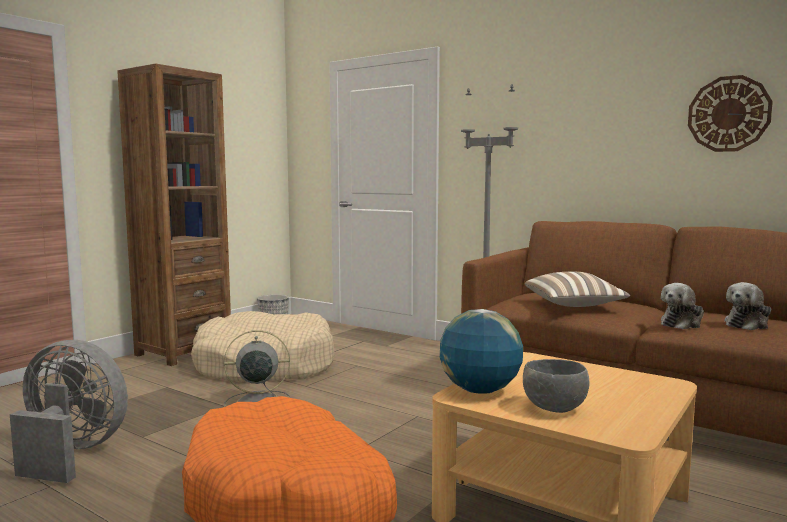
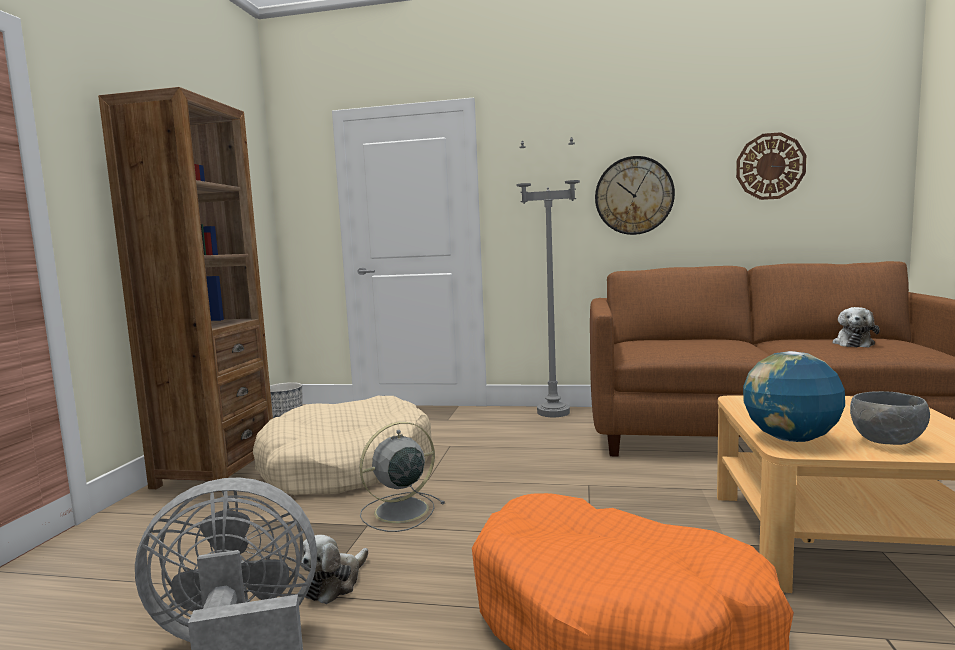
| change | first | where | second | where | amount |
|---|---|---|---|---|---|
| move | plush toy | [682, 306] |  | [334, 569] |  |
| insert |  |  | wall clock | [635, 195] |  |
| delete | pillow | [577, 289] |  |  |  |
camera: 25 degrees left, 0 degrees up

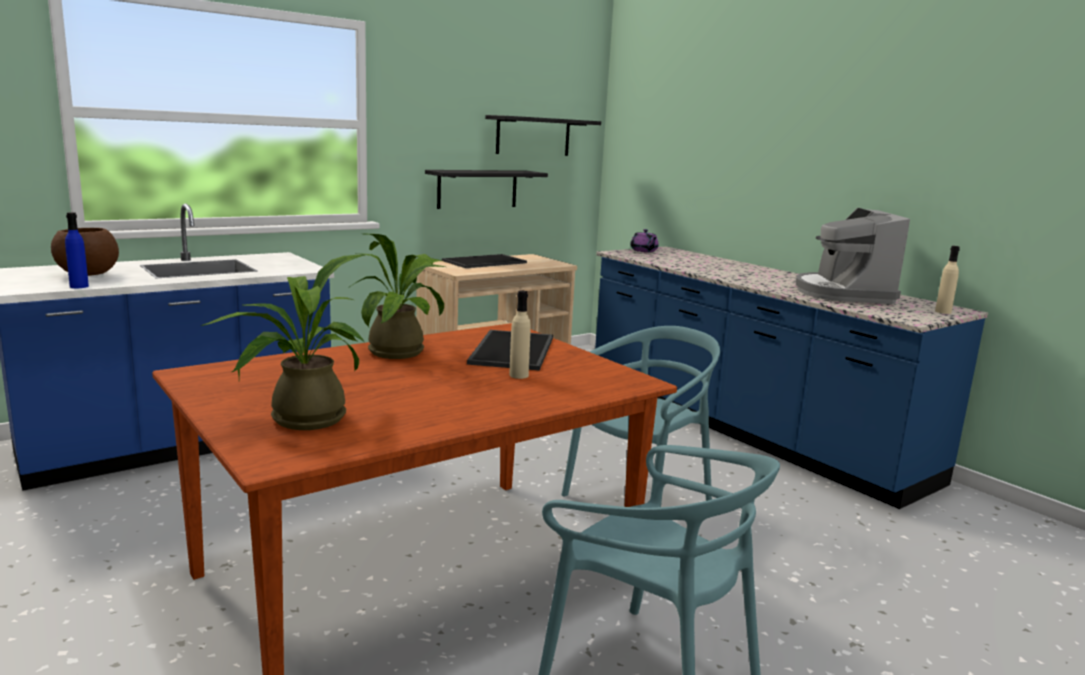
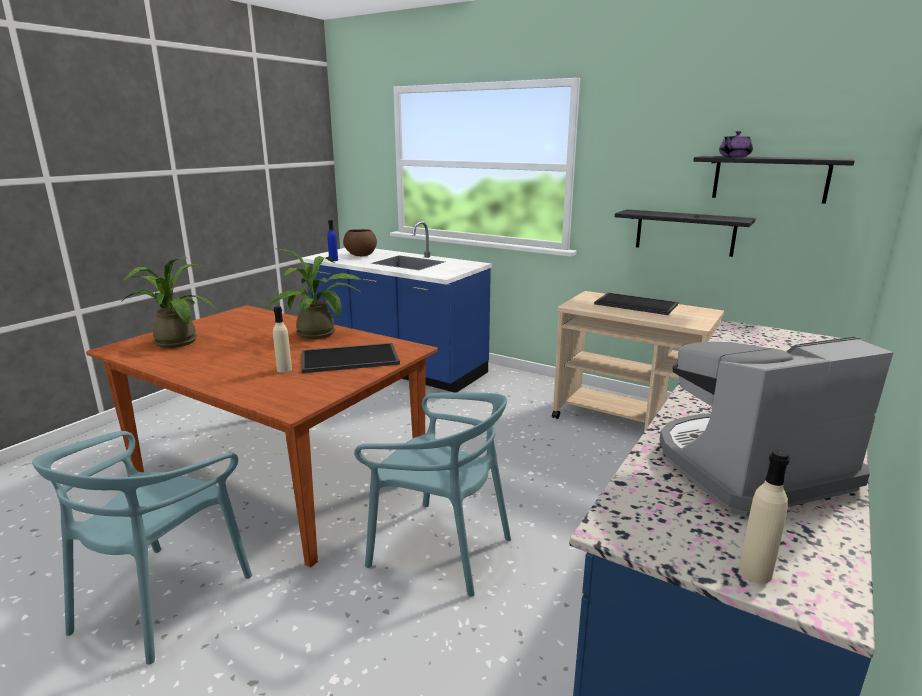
| change | first | where | second | where | amount |
|---|---|---|---|---|---|
| move | teapot/purple | [645, 240] |  | [736, 144] |  |
camera: 70 degrees right, 5 degrees up

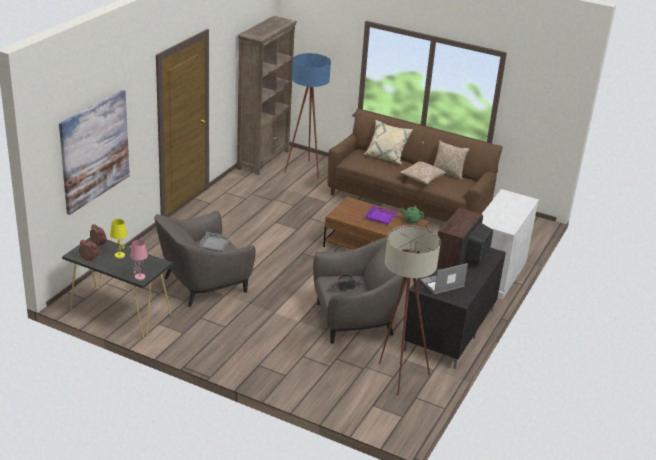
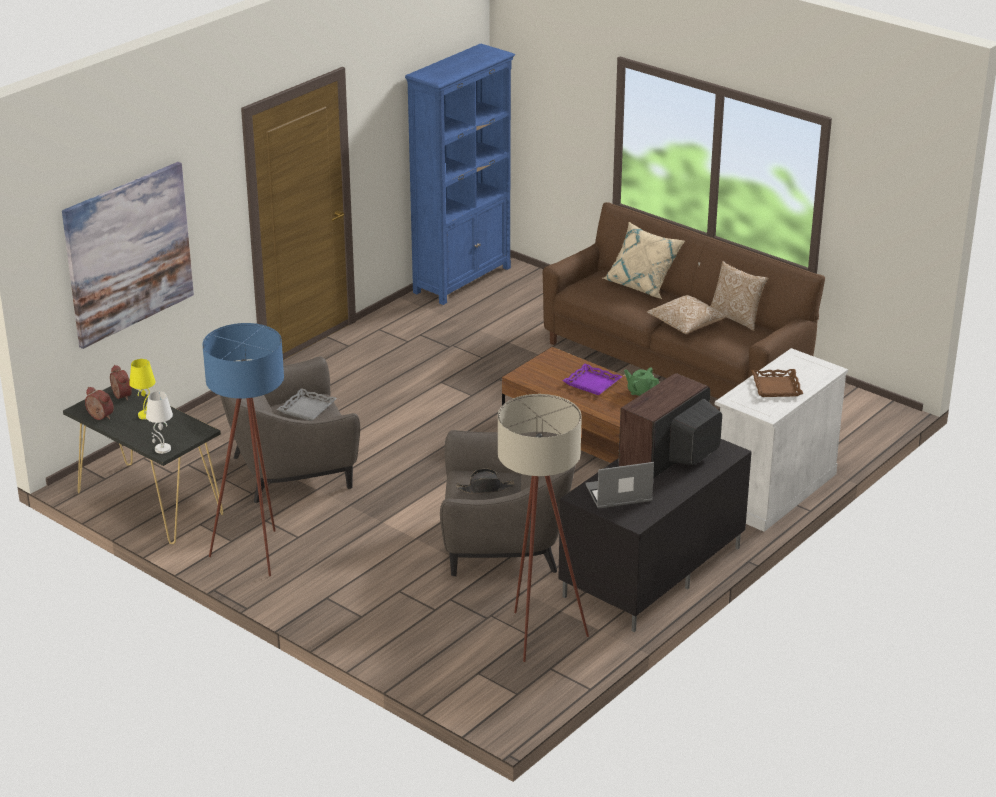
| change | first | where | second | where | amount |
|---|---|---|---|---|---|
| recolor | table lamp/pink | [139, 260] | table lamp/white | [159, 422] |  |
| move | floor lamp/blue | [307, 116] |  | [243, 449] |  |
| recolor | bookcase/brown | [267, 95] | bookcase/blue | [460, 174] |  |
| insert |  |  | tray/brown | [777, 383] |  |
camera: 15 degrees right, 0 degrees up

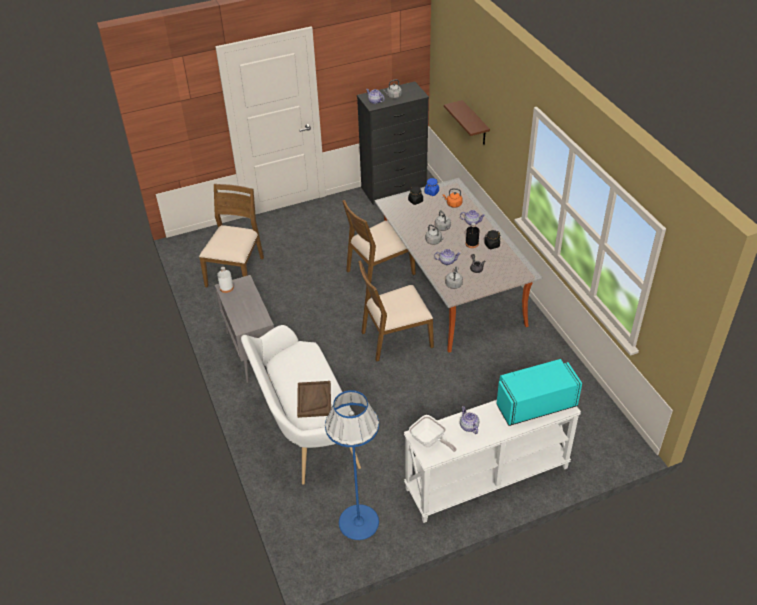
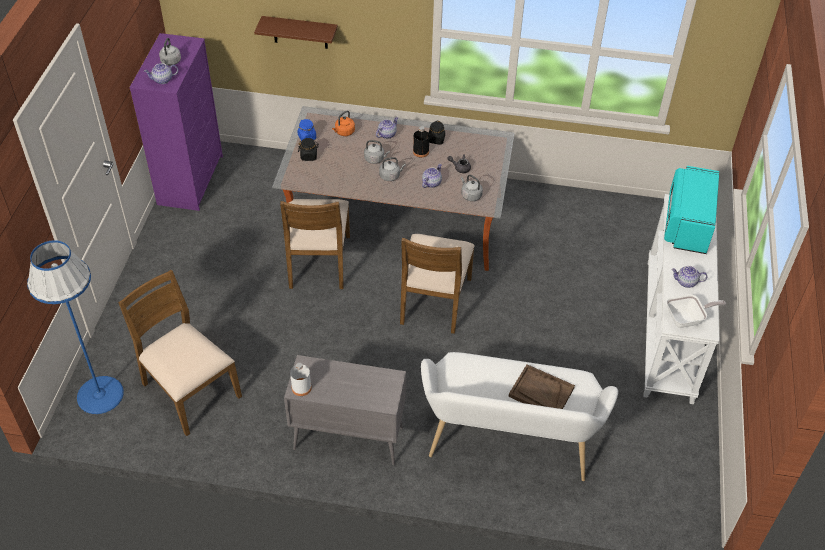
| change | first | where | second | where | amount |
|---|---|---|---|---|---|
| move | floor lamp/blue | [352, 465] |  | [75, 327] |  |
| recolor | dresser/black | [393, 143] | dresser/purple | [176, 122] |  |
camera: 60 degrees left, 5 degrees up

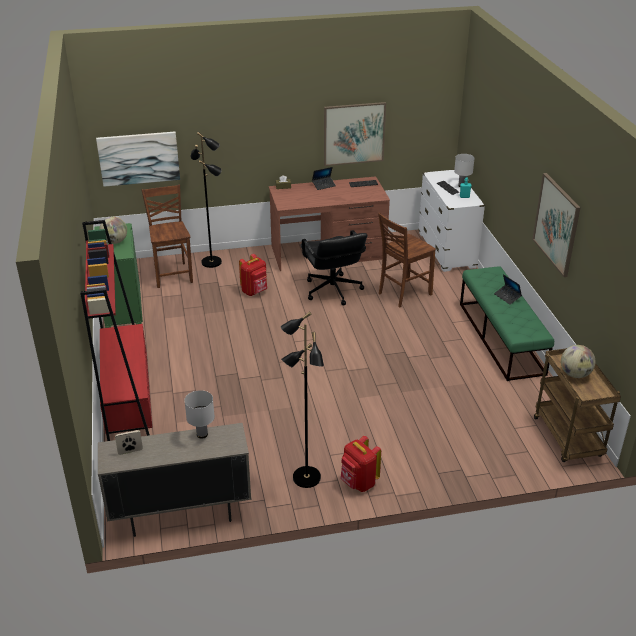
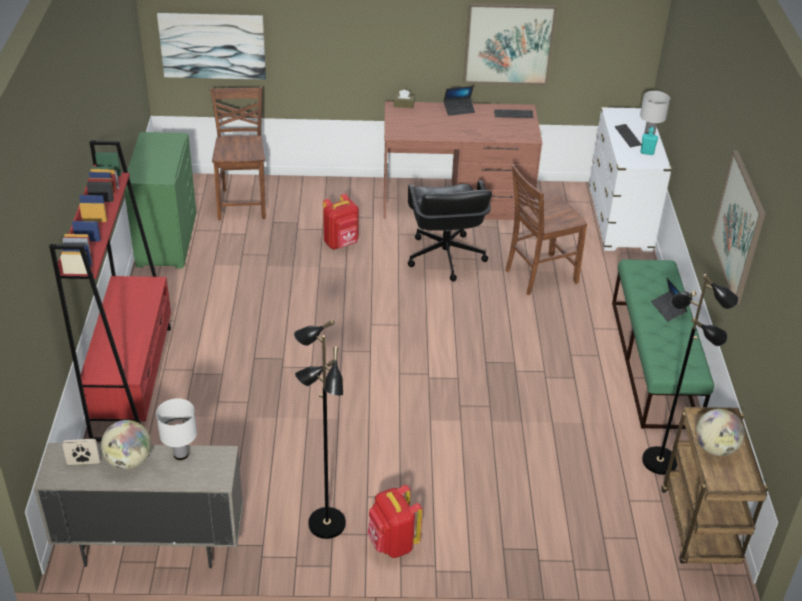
| change | first | where | second | where | amount |
|---|---|---|---|---|---|
| move | globe | [113, 230] |  | [126, 444] |  |
| move | floor lamp/black | [206, 200] |  | [690, 374] |  |
camera: 10 degrees right, 5 degrees up

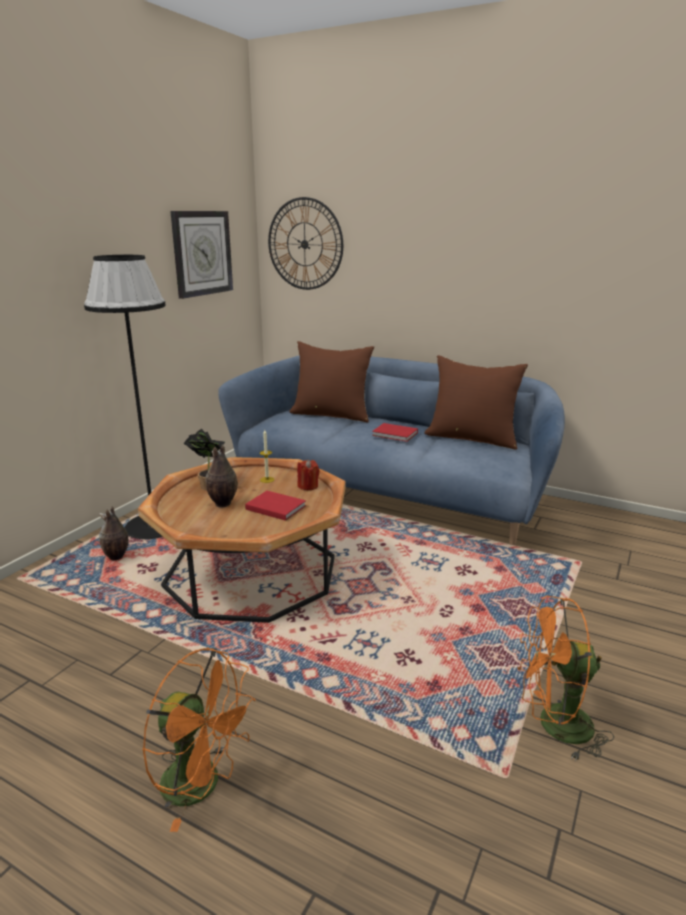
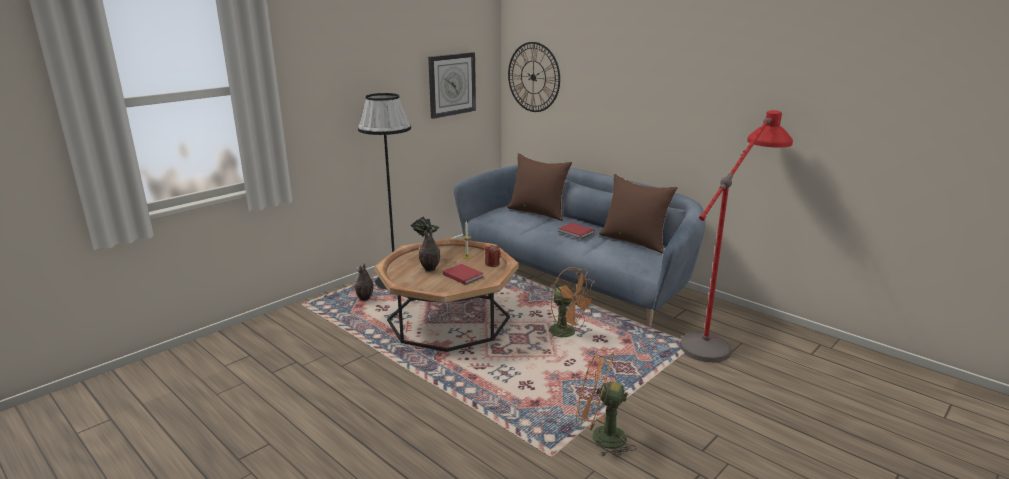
| change | first | where | second | where | amount |
|---|---|---|---|---|---|
| move | fan/orange | [199, 739] |  | [572, 302] |  |
| insert |  |  | floor lamp/red | [736, 236] |  |
camera: 15 degrees right, 0 degrees up

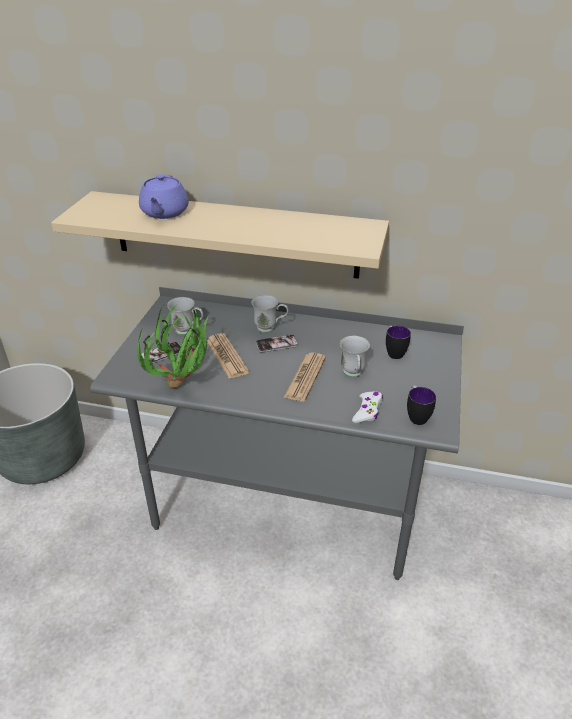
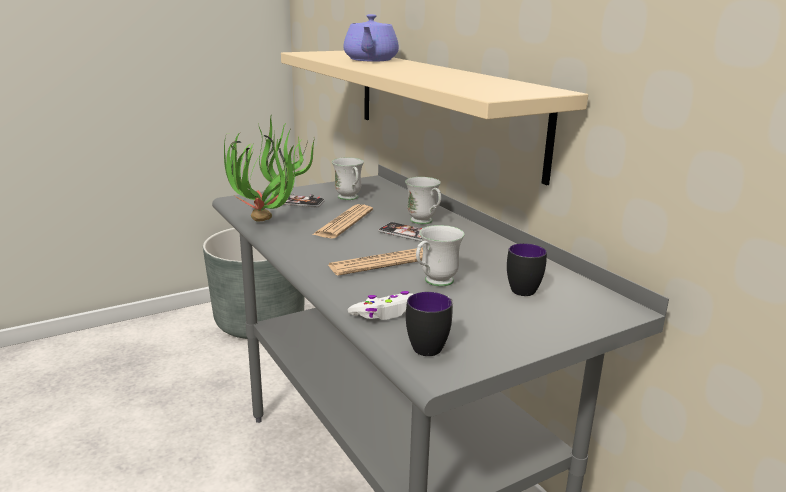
| change | first | where | second | where | amount |
|---|---|---|---|---|---|
| rotate | teapot/purple | [164, 196] |  | [371, 38] | 45 degrees counterclockwise |
camera: 45 degrees right, 15 degrees down

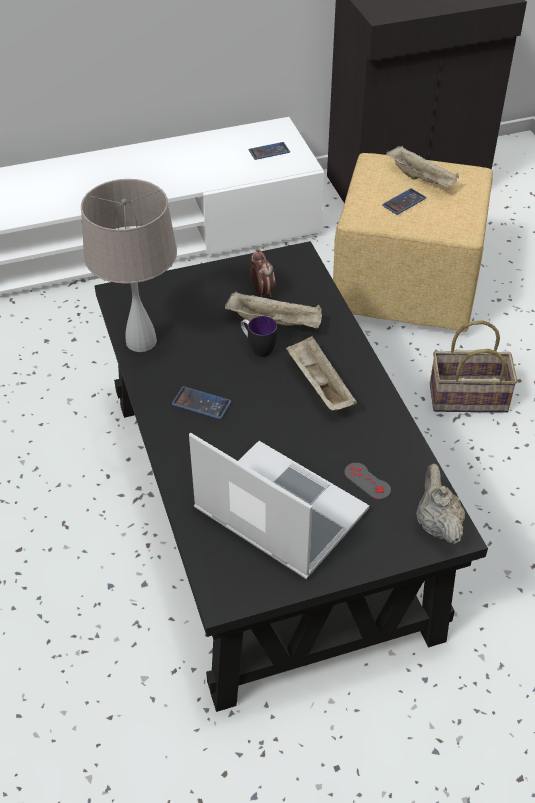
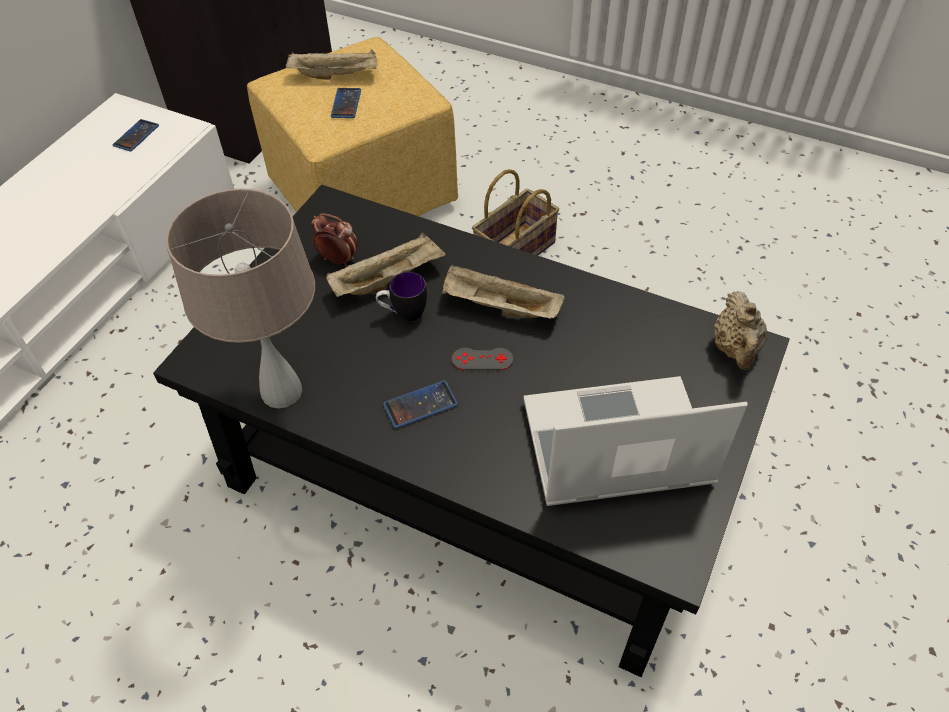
| change | first | where | second | where | amount |
|---|---|---|---|---|---|
| move | game controller/grey | [367, 481] |  | [482, 359] |  |
| rotate | teapot/beige | [440, 503] |  | [740, 330] | 120 degrees counterclockwise |
camera: 45 degrees left, 5 degrees up

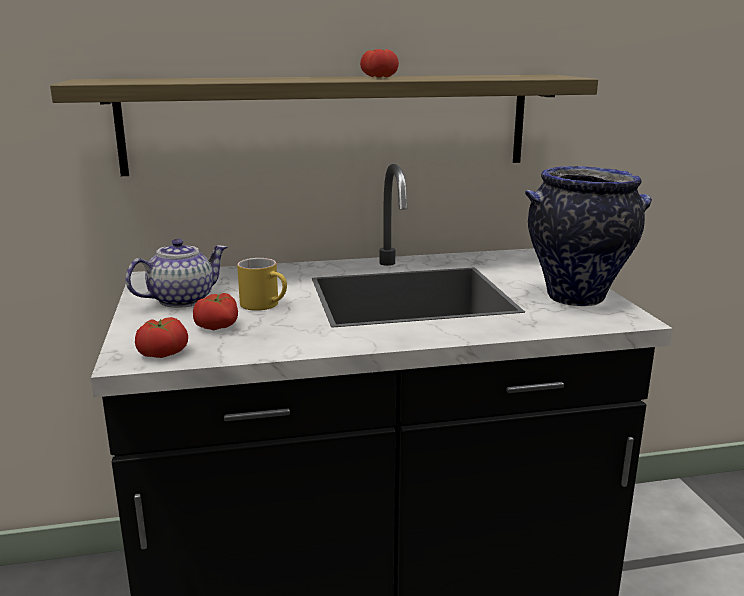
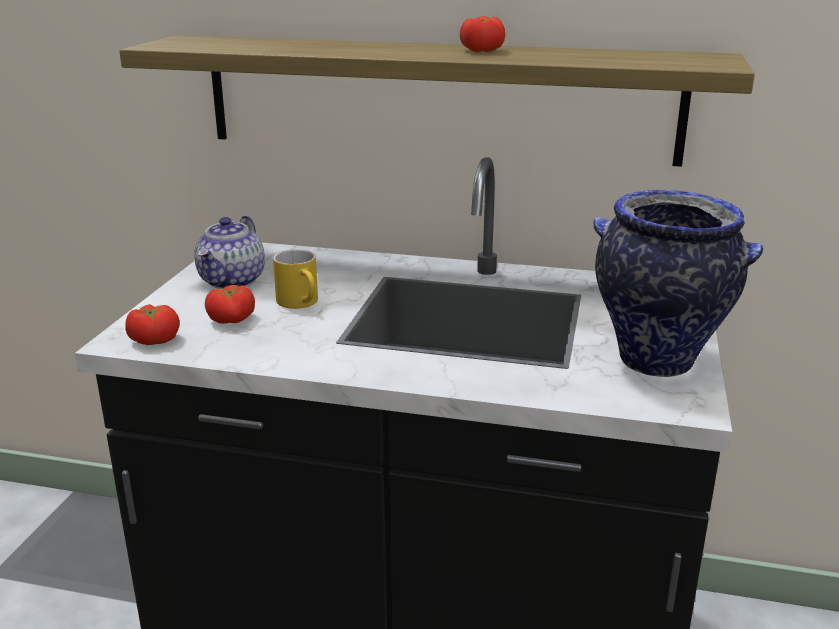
| change | first | where | second | where | amount |
|---|---|---|---|---|---|
| rotate | teapot | [176, 273] |  | [229, 252] | 120 degrees clockwise |
camera: 25 degrees right, 5 degrees up

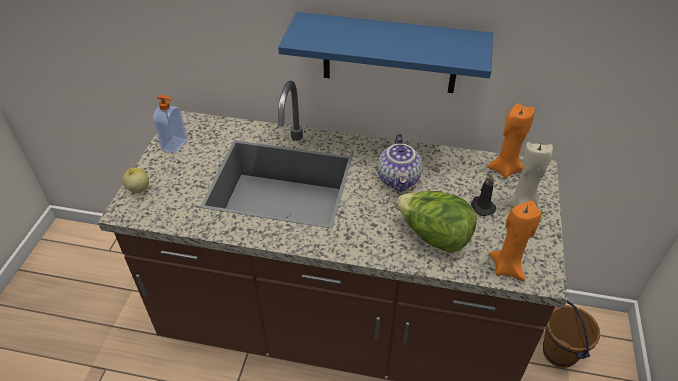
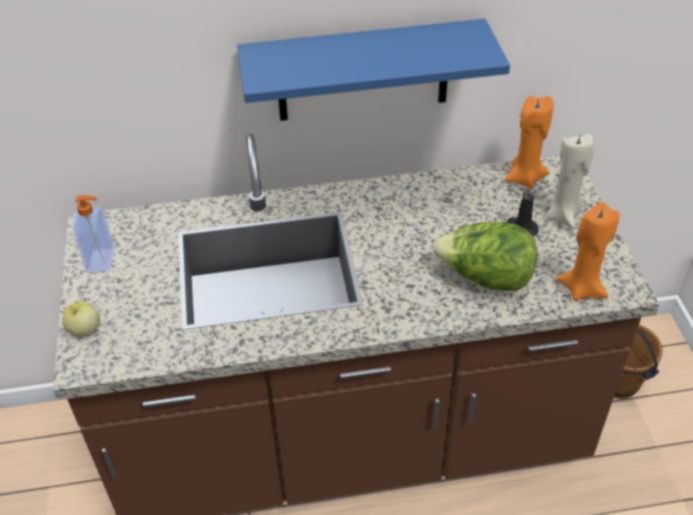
| change | first | where | second | where | amount |
|---|---|---|---|---|---|
| delete | teapot | [400, 162] |  |  |  |
camera: 20 degrees left, 0 degrees up

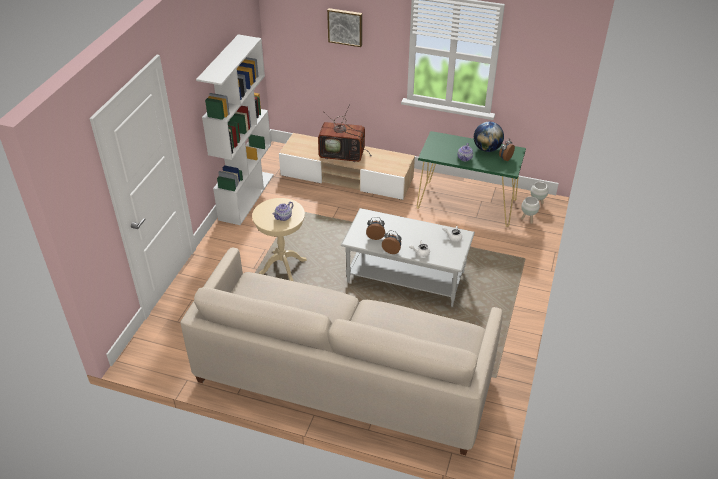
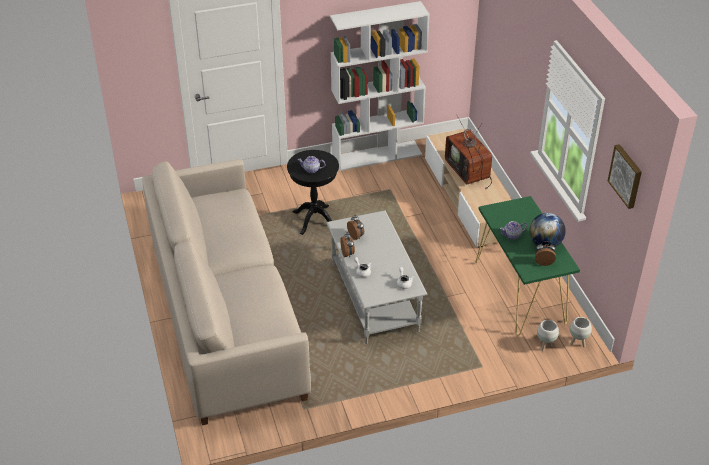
| change | first | where | second | where | amount |
|---|---|---|---|---|---|
| recolor | side table/beige | [279, 239] | side table/black | [313, 192] |  |
| move | picture | [344, 27] |  | [625, 176] |  |
camera: 55 degrees right, 0 degrees up

